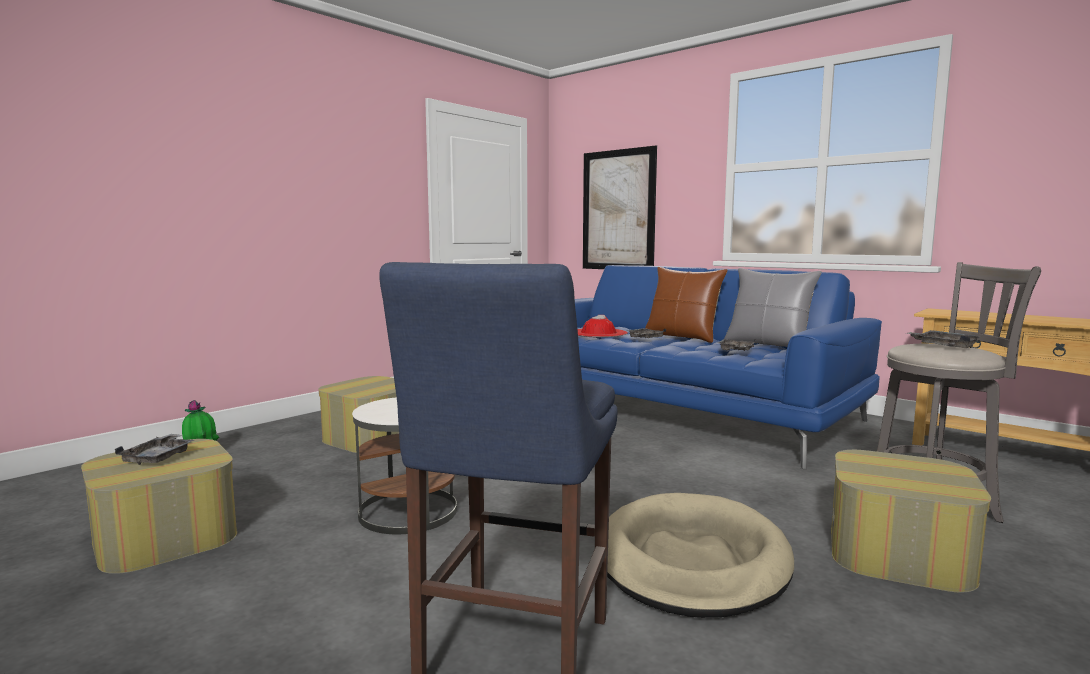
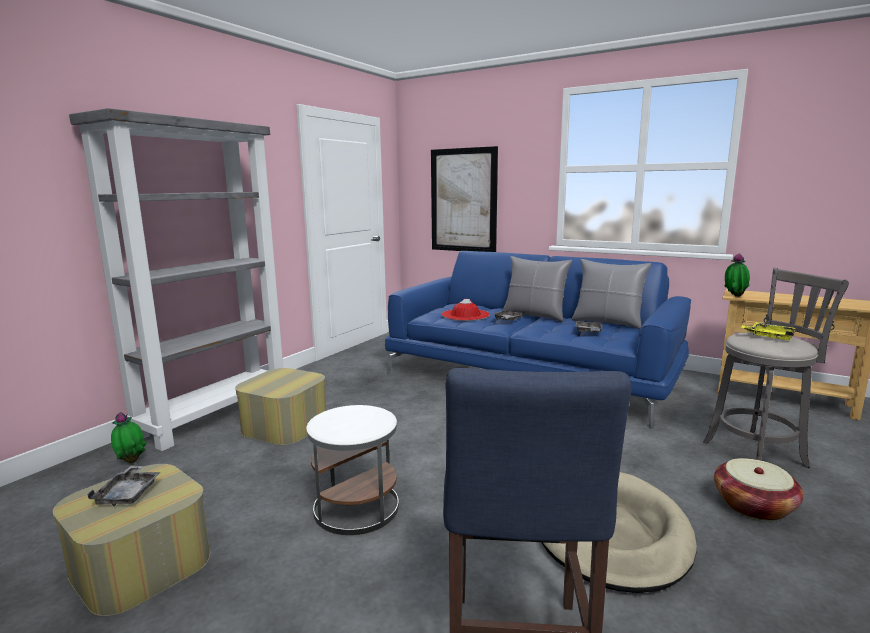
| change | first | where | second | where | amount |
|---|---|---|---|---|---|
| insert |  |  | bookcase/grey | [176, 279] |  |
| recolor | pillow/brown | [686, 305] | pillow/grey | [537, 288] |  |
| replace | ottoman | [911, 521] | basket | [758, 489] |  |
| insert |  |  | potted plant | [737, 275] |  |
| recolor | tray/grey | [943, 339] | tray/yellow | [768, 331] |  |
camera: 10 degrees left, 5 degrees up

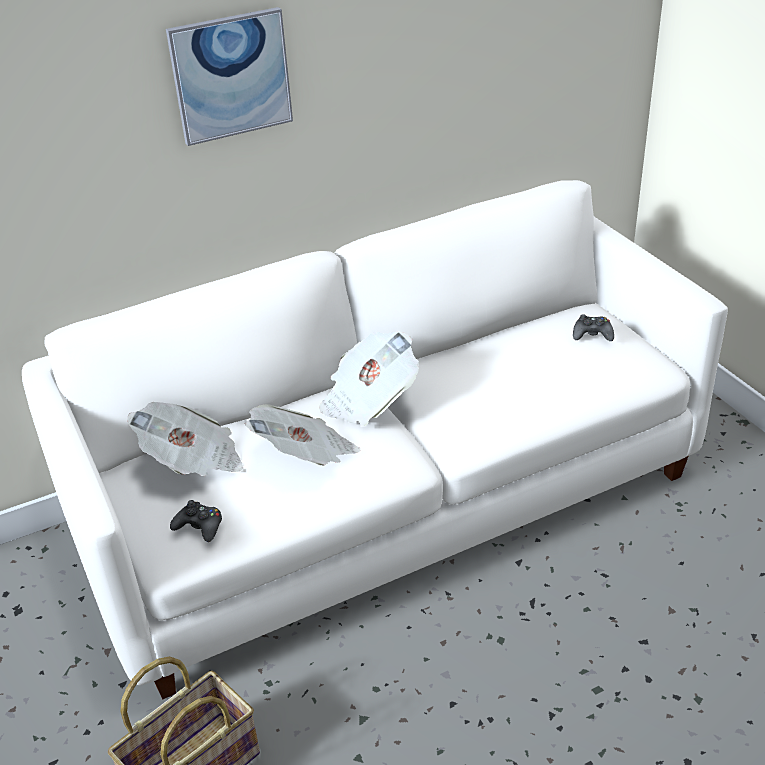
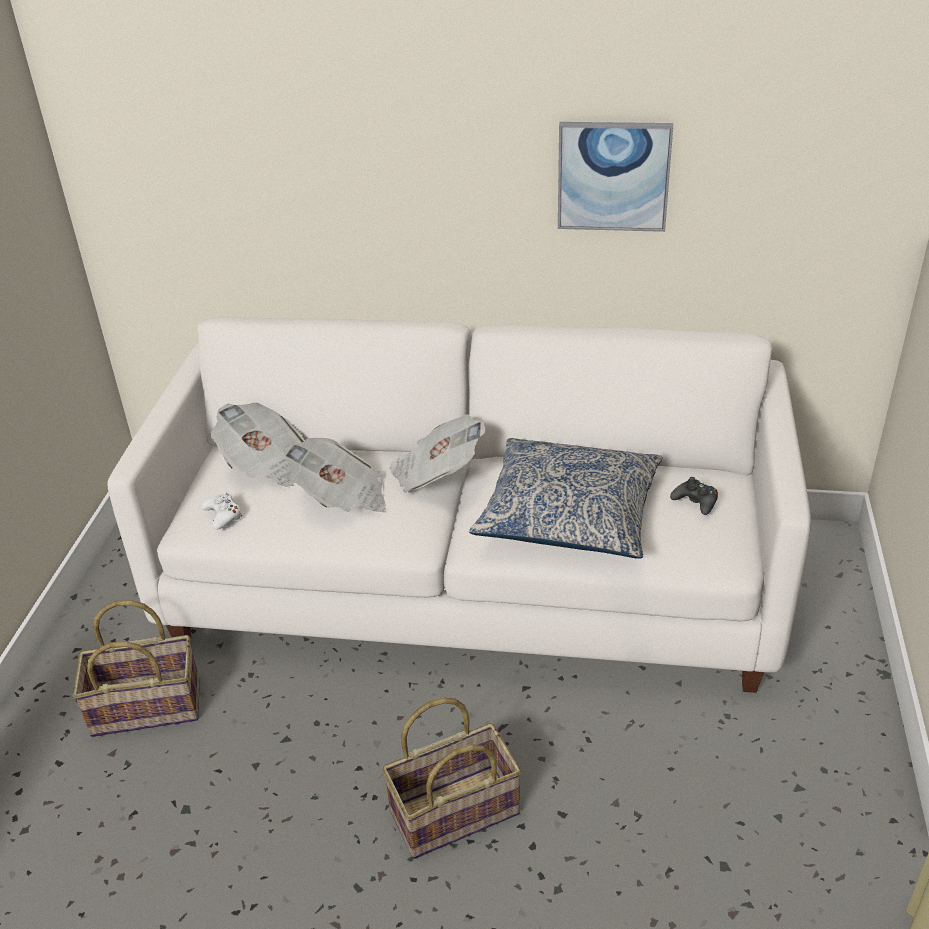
| change | first | where | second | where | amount |
|---|---|---|---|---|---|
| recolor | game controller/black | [196, 521] | game controller/white | [222, 510] |  |
| insert |  |  | basket | [451, 778] |  |
| insert |  |  | pillow | [566, 498] |  |
| move | picture | [229, 76] |  | [615, 177] |  |
camera: 35 degrees right, 0 degrees up

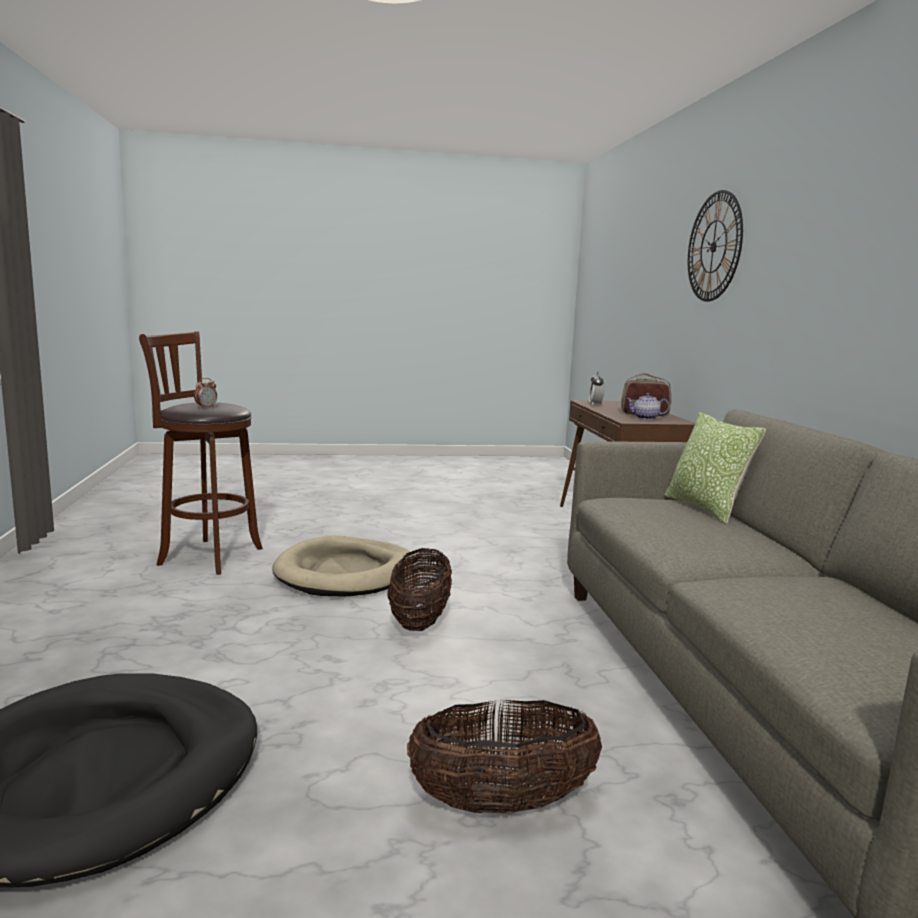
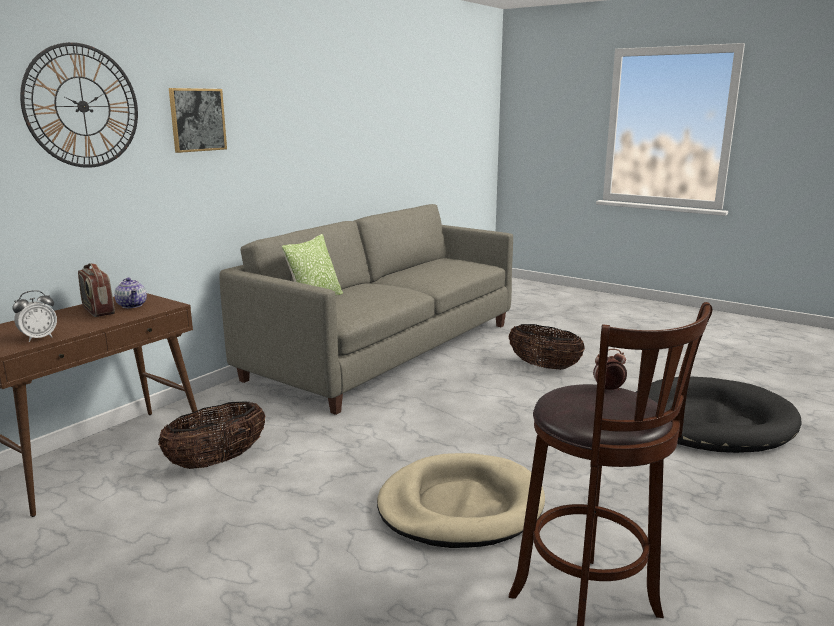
| change | first | where | second | where | amount |
|---|---|---|---|---|---|
| move | basket | [419, 589] |  | [211, 435] |  |
| insert |  |  | picture | [198, 120] |  |
camera: 135 degrees left, 5 degrees up

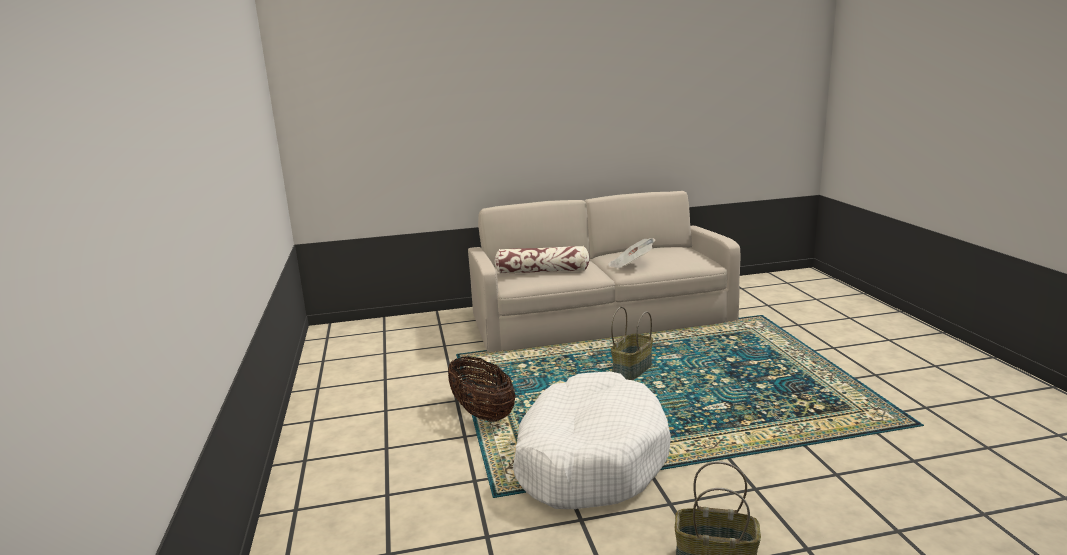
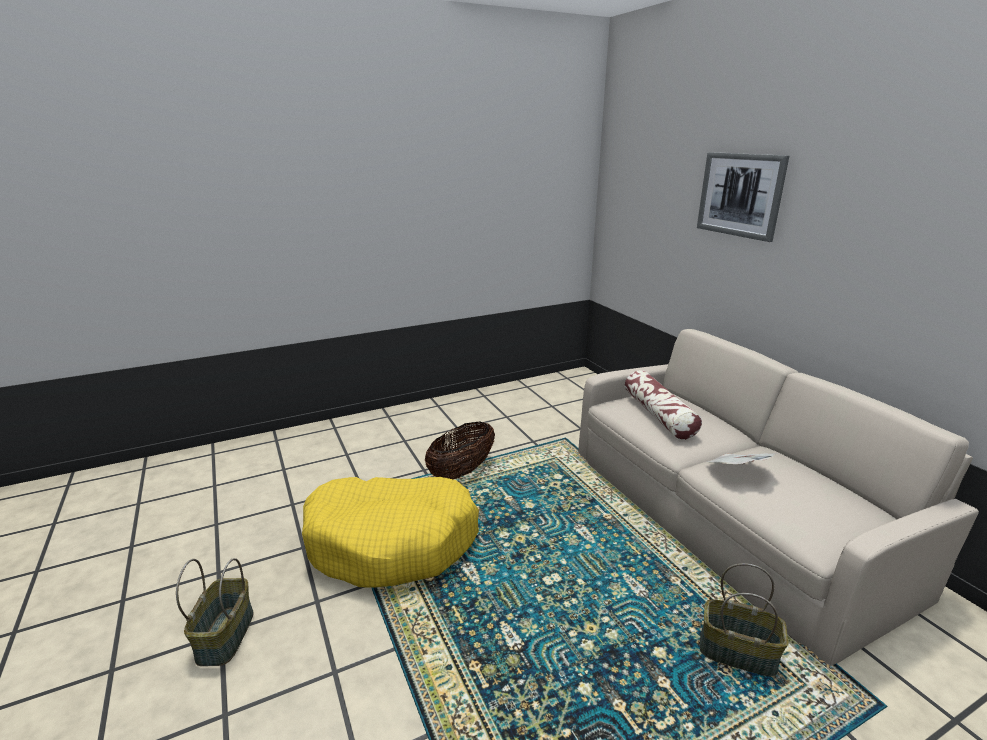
| change | first | where | second | where | amount |
|---|---|---|---|---|---|
| recolor | dog bed/white | [592, 440] | dog bed/yellow | [390, 532] |  |
| insert |  |  | picture | [743, 197] |  |
| move | basket | [632, 343] |  | [744, 619] |  |
camera: 75 degrees right, 5 degrees up

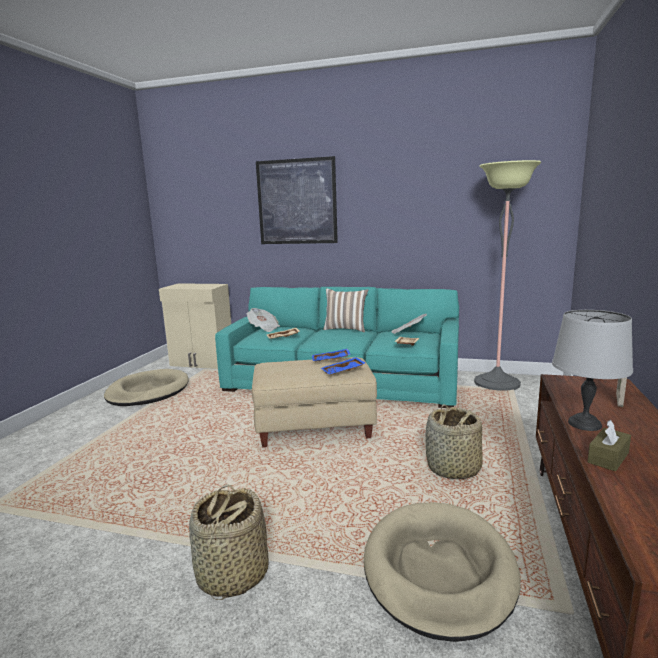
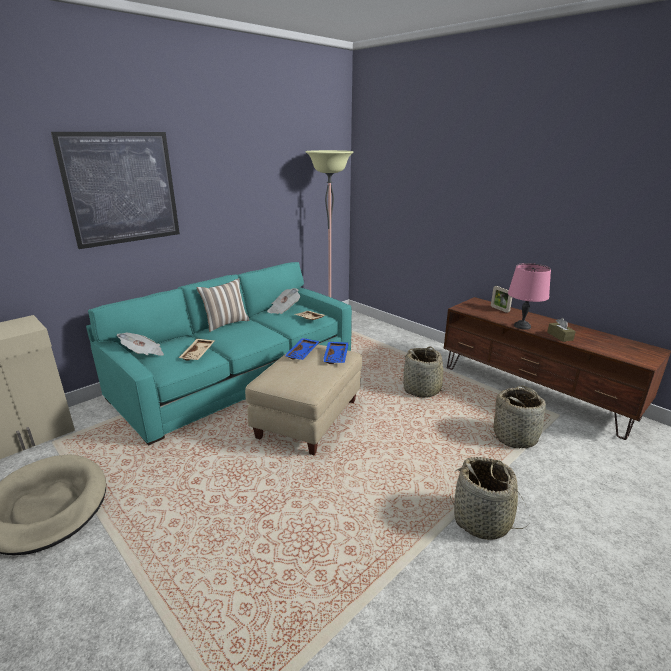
| change | first | where | second | where | amount |
|---|---|---|---|---|---|
| replace | dog bed/beige | [442, 572] | basket | [520, 416] |  |
| recolor | table lamp/grey | [592, 370] | table lamp/pink | [529, 296] |  |
camera: 60 degrees left, 10 degrees up

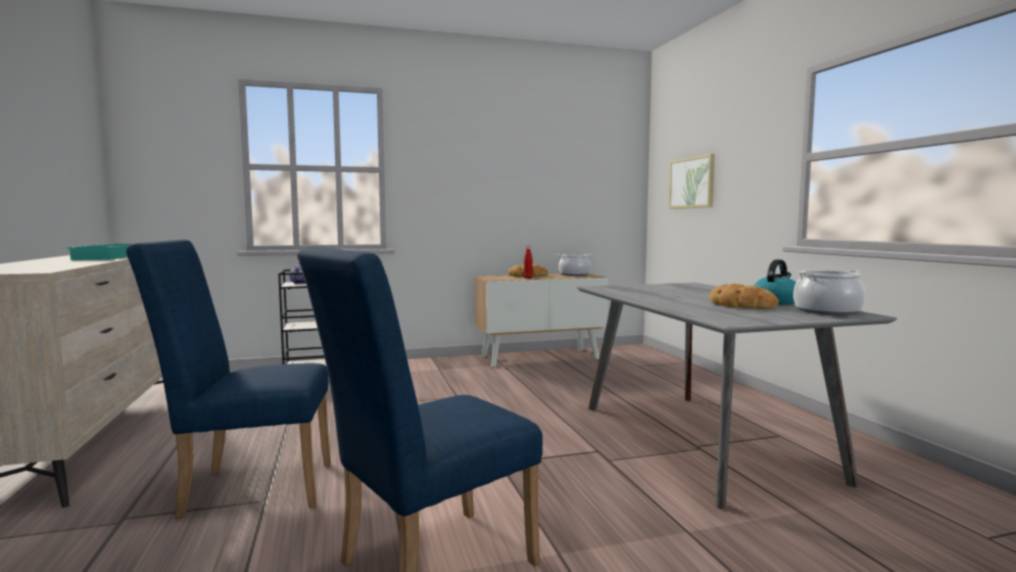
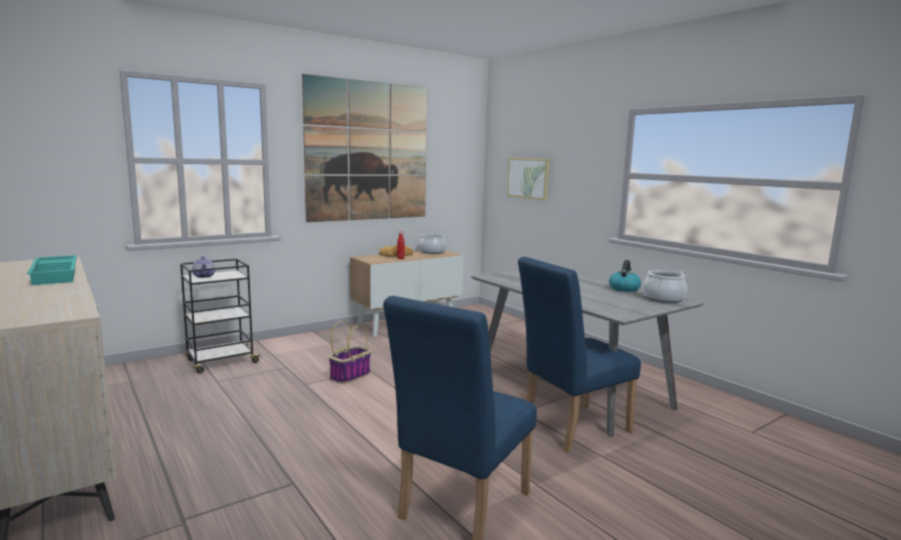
| change | first | where | second | where | amount |
|---|---|---|---|---|---|
| insert |  |  | picture | [364, 148] |  |
| insert |  |  | basket | [350, 352] |  |
| move | chair/blue | [228, 378] |  | [579, 354] |  |
| delete | bread | [744, 296] |  |  |  |
camera: 20 degrees left, 5 degrees up

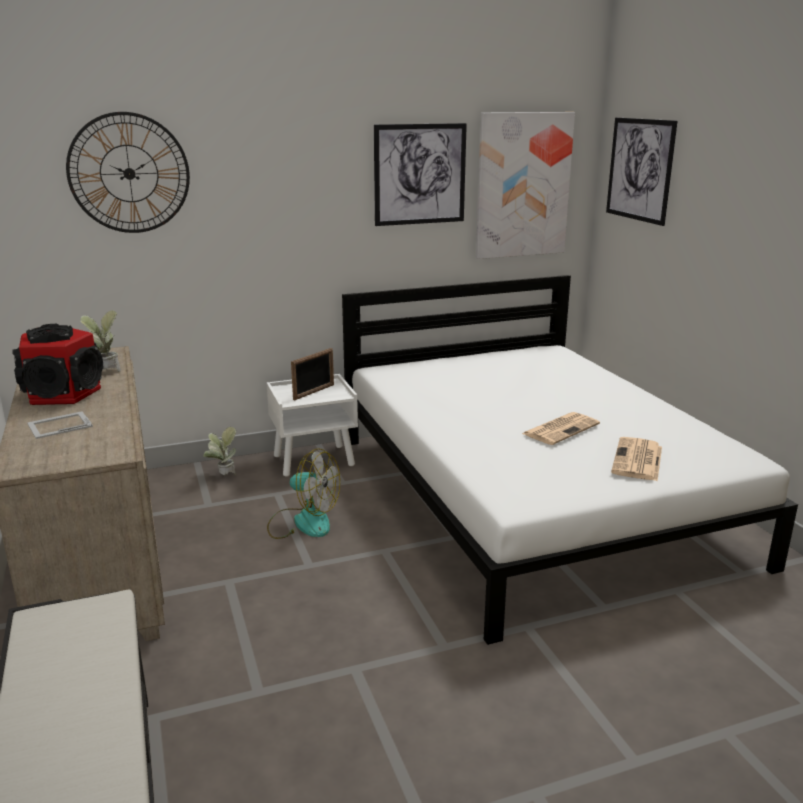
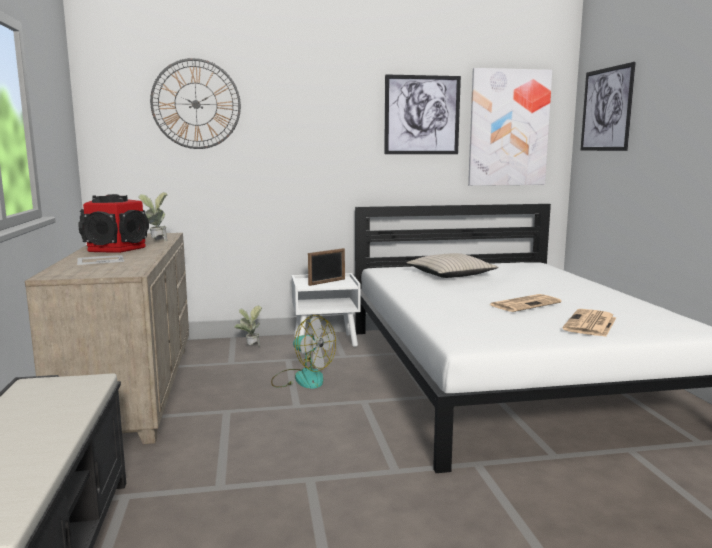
| change | first | where | second | where | amount |
|---|---|---|---|---|---|
| insert |  |  | pillow/beige | [453, 265] |  |
camera: 10 degrees right, 10 degrees down

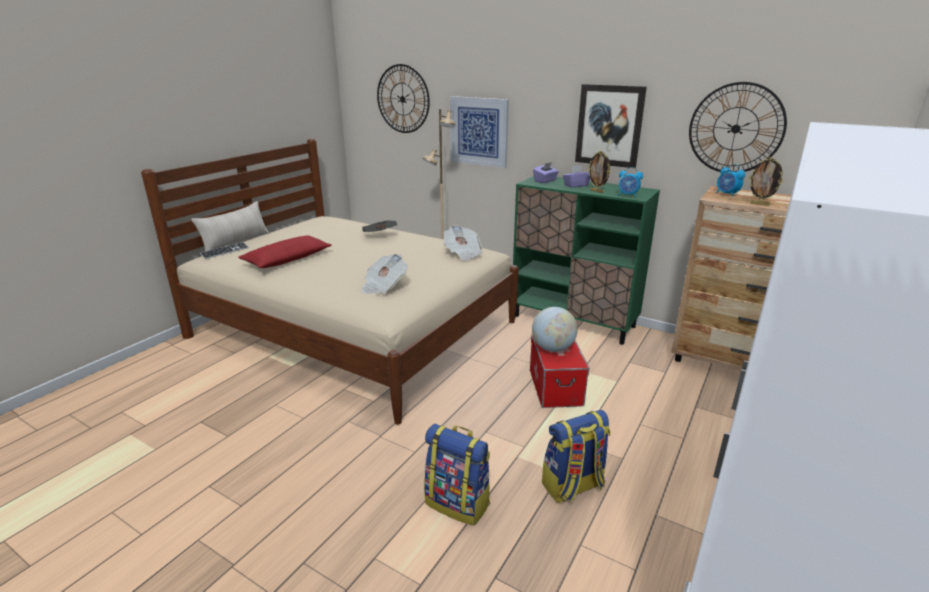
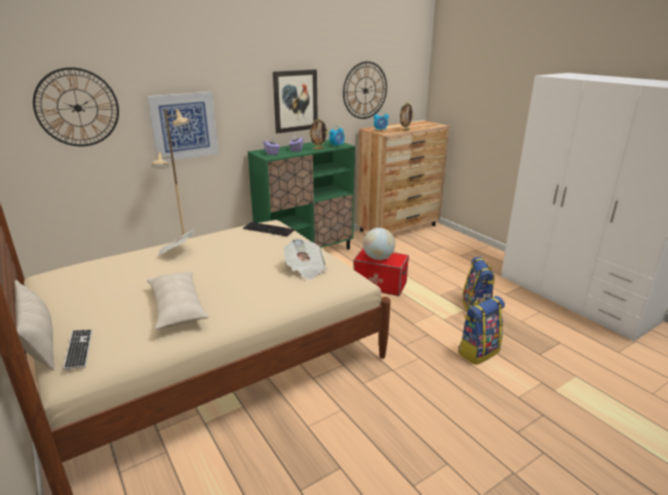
| change | first | where | second | where | amount |
|---|---|---|---|---|---|
| recolor | pillow/red | [285, 252] | pillow/beige | [178, 300] |  |
| replace | newspaper | [463, 243] | keyboard | [269, 229] |  |
camera: 65 degrees left, 0 degrees up

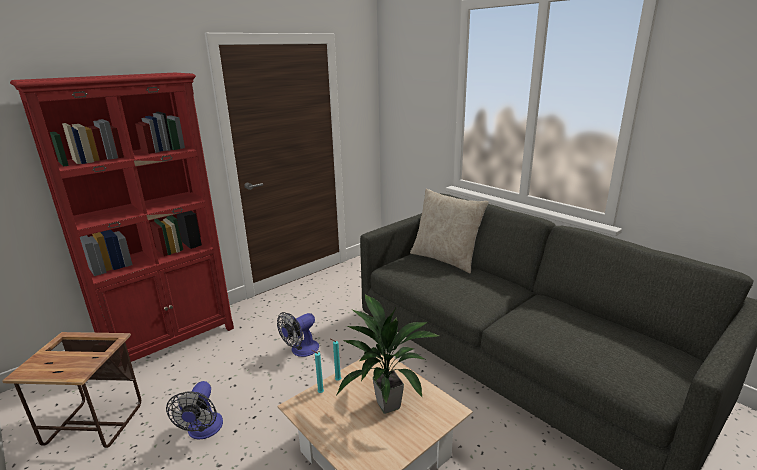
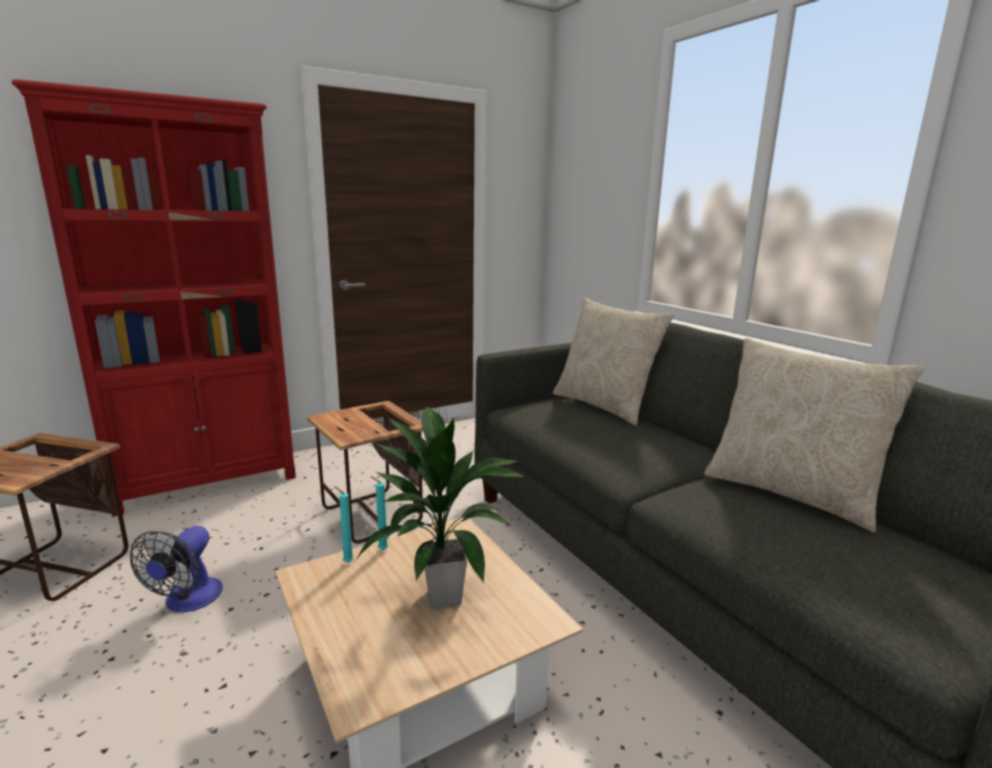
| change | first | where | second | where | amount |
|---|---|---|---|---|---|
| replace | fan | [298, 334] | side table | [365, 472] |  |
| insert |  |  | pillow/beige | [814, 435] |  |
camera: 10 degrees right, 5 degrees down

